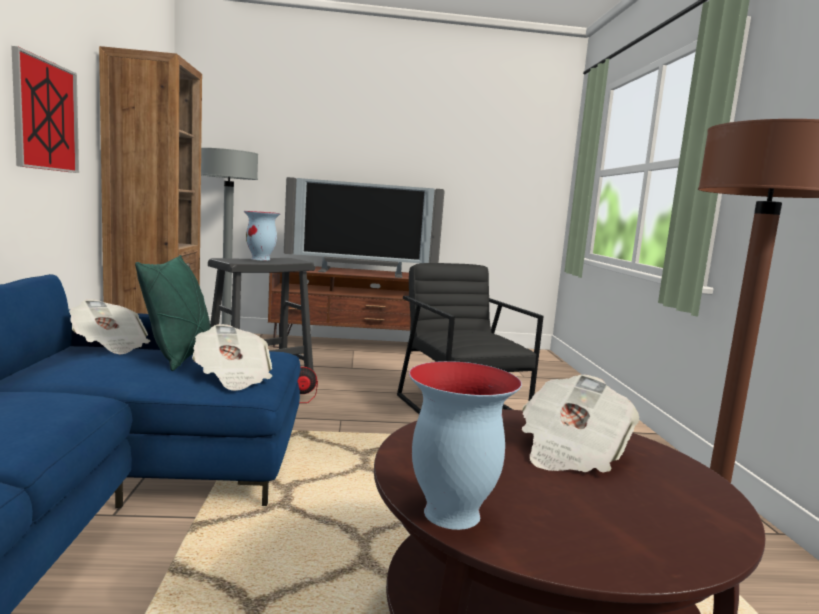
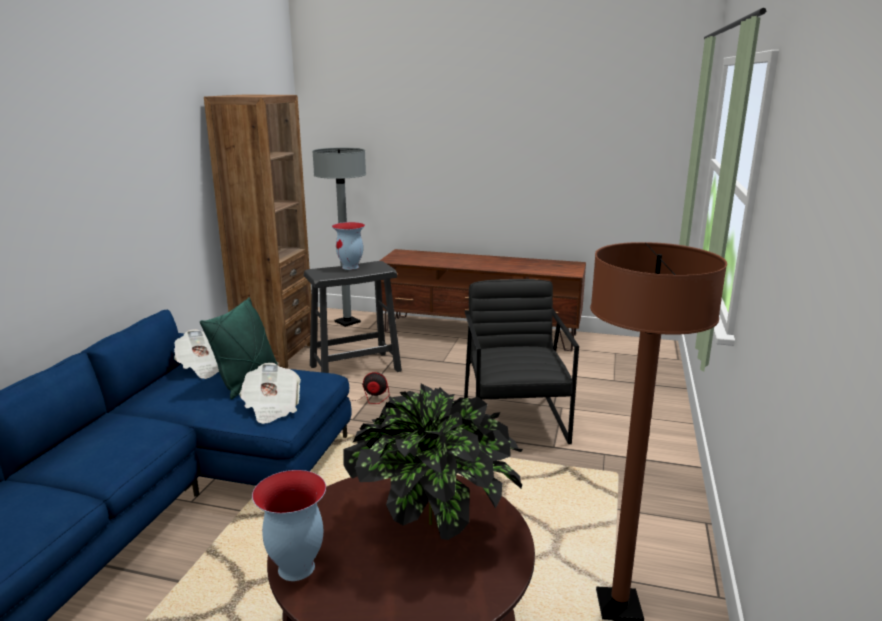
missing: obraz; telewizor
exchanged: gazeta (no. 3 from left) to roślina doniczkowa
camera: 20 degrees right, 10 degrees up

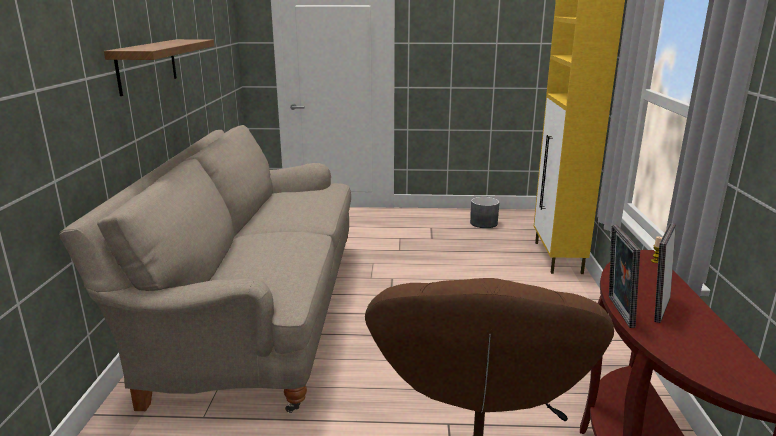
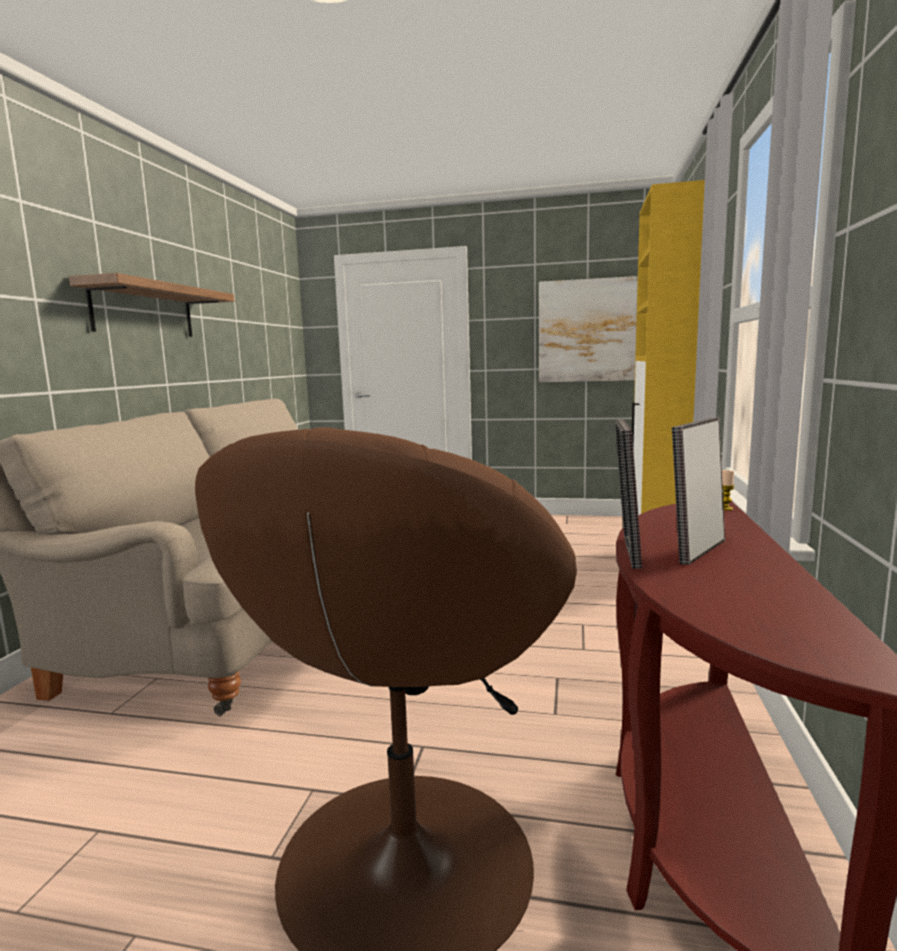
missing: donica/szary
appeared: obraz
camera: 10 degrees right, 10 degrees down

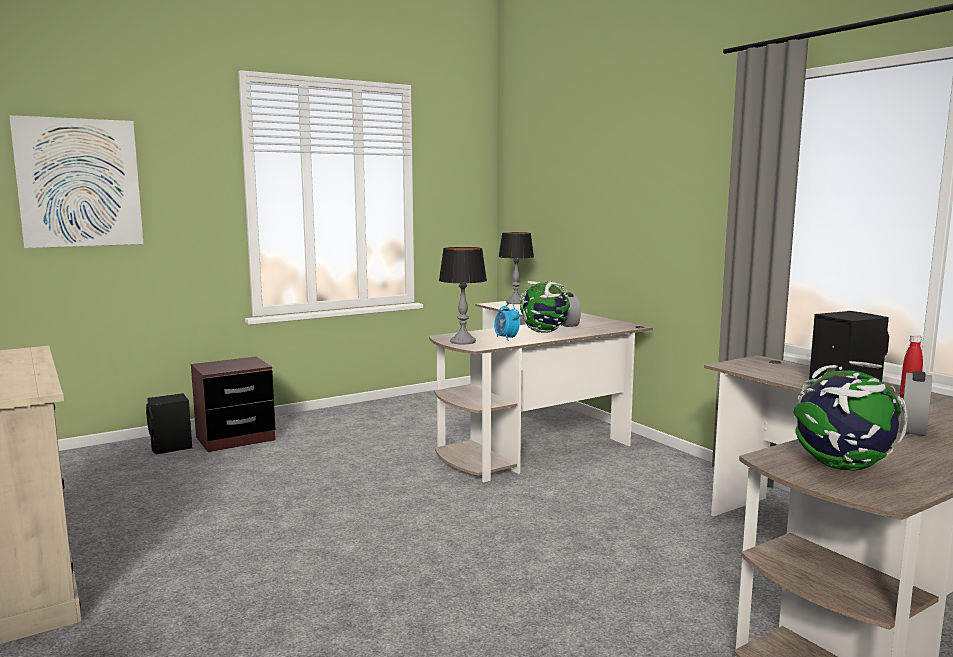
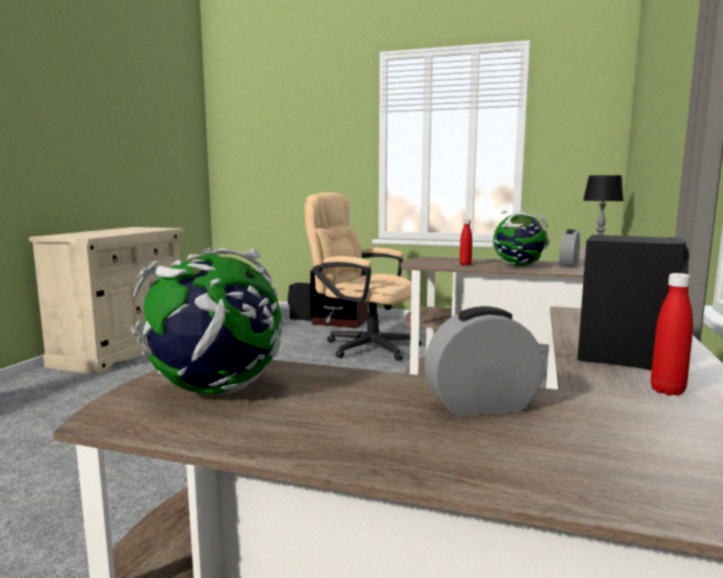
missing: obraz; lampa stołowa (no. 1 from left)
appeared: krzesło biurowe/beżowy
exchanged: budzik (no. 1 from left) to butelka/czerwony (no. 1 from left)
camera: 50 degrees right, 0 degrees up

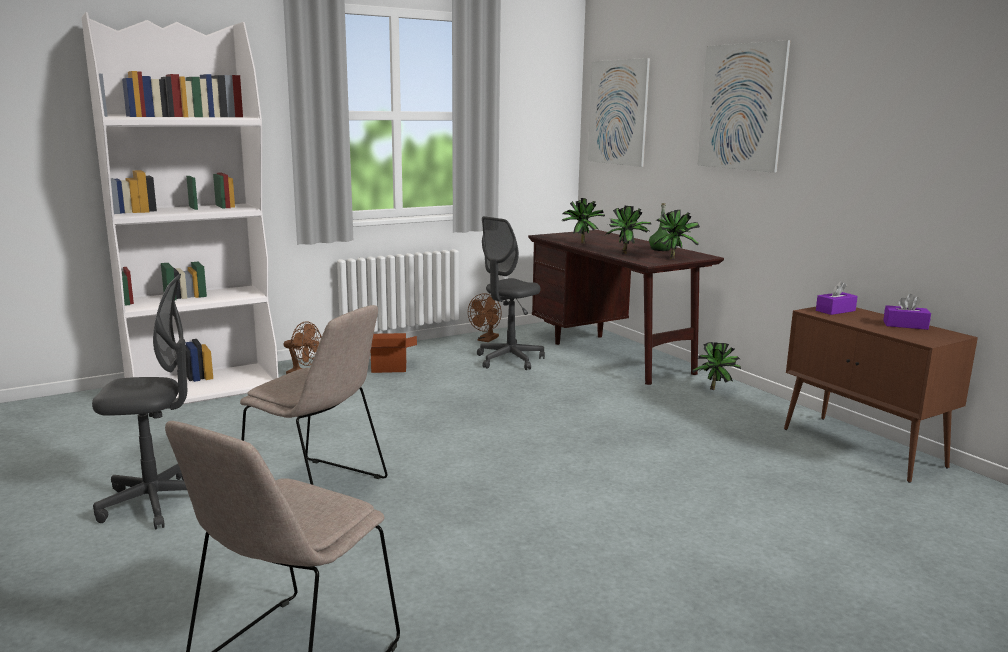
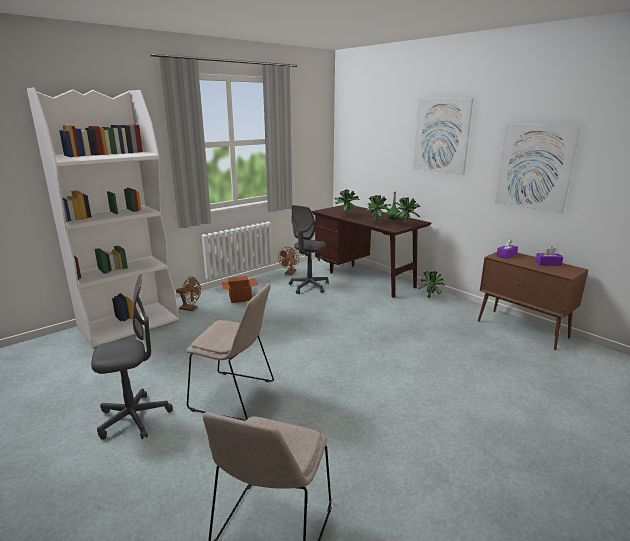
relocated: obraz (no. 1 from left in the first image) to obraz (no. 2 from left)
camera: 10 degrees left, 5 degrees up

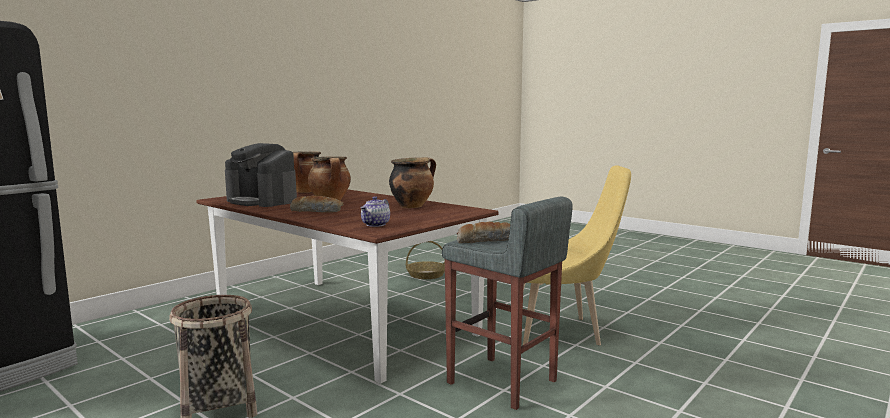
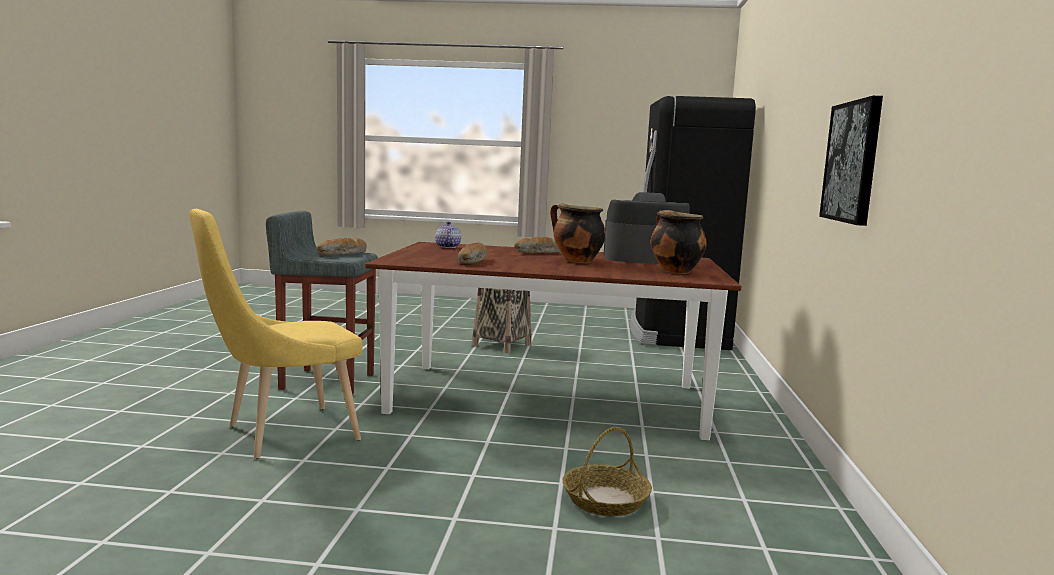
appeared: obraz
exchanged: garnek (no. 3 from left) to chleb (no. 2 from left)
camera: 145 degrees right, 0 degrees up

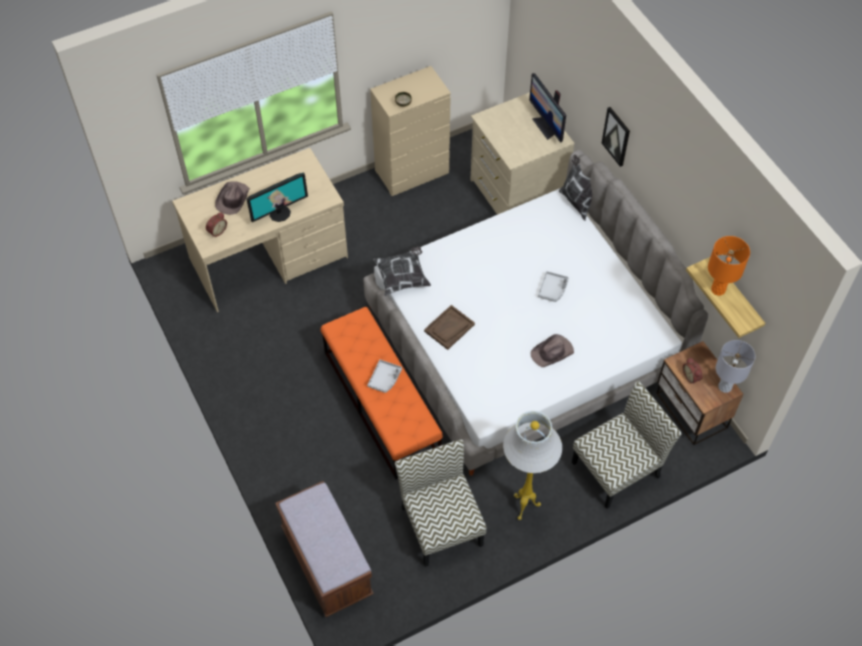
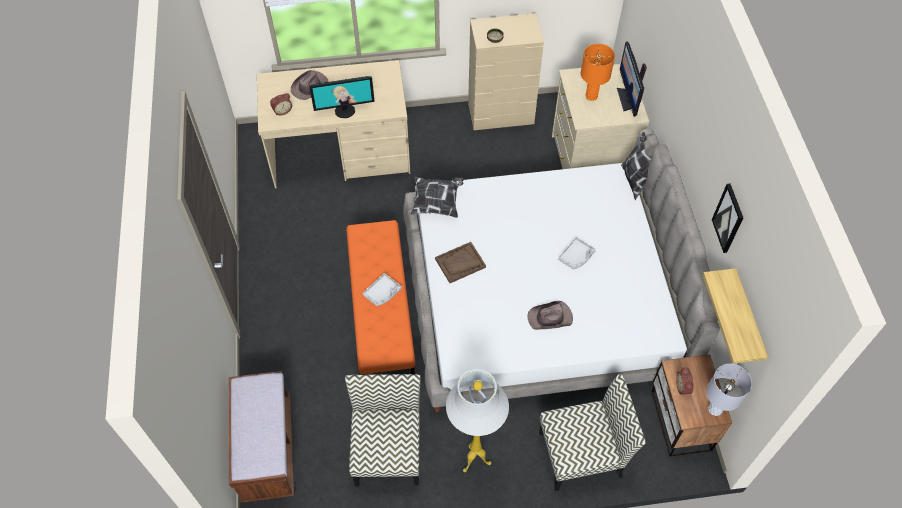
relocated: obraz; lampa stołowa/pomarańczowy
camera: 20 degrees right, 0 degrees up

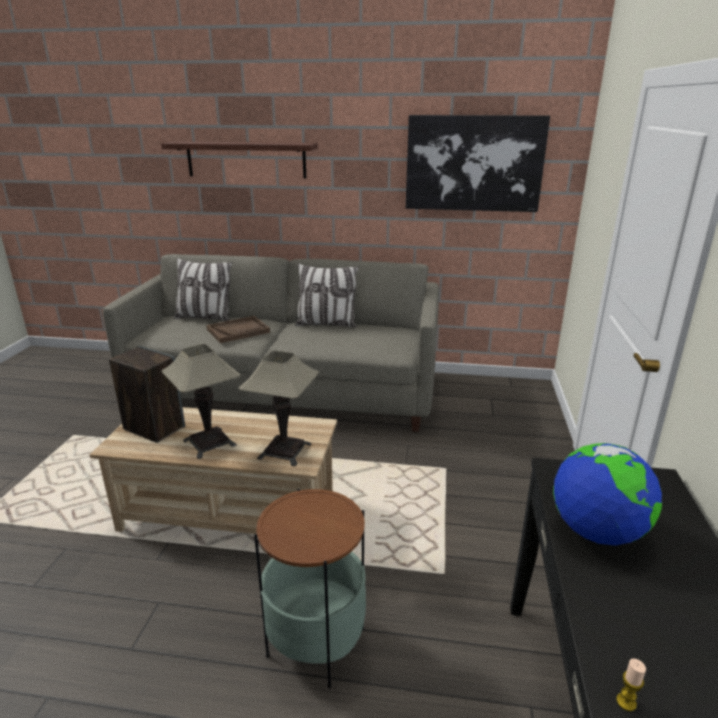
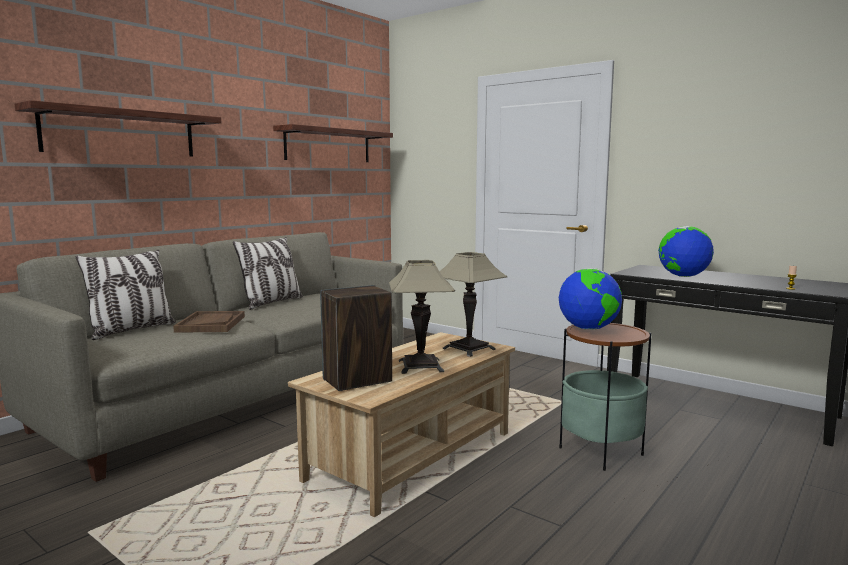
appeared: globus (no. 1 from left)
exchanged: obraz to półka (no. 2 from left)
camera: 60 degrees left, 15 degrees down

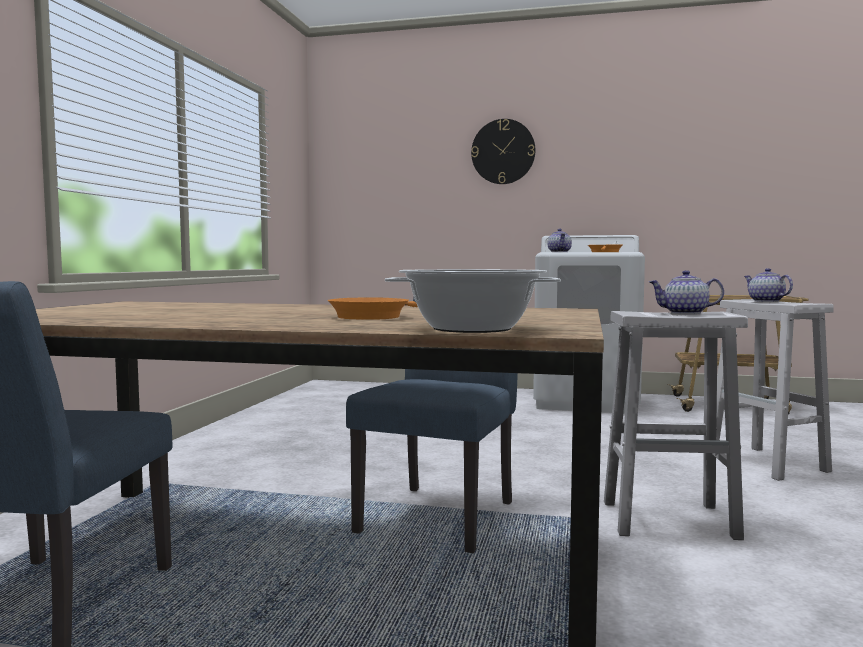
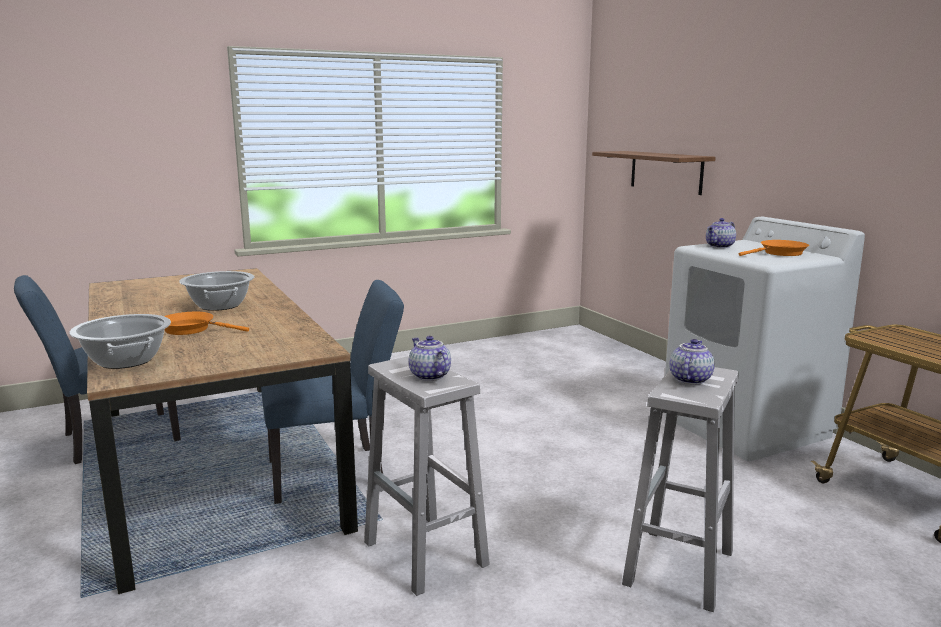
missing: zegar ścienny
appeared: półka; garnek (no. 2 from left)
camera: 50 degrees right, 10 degrees up

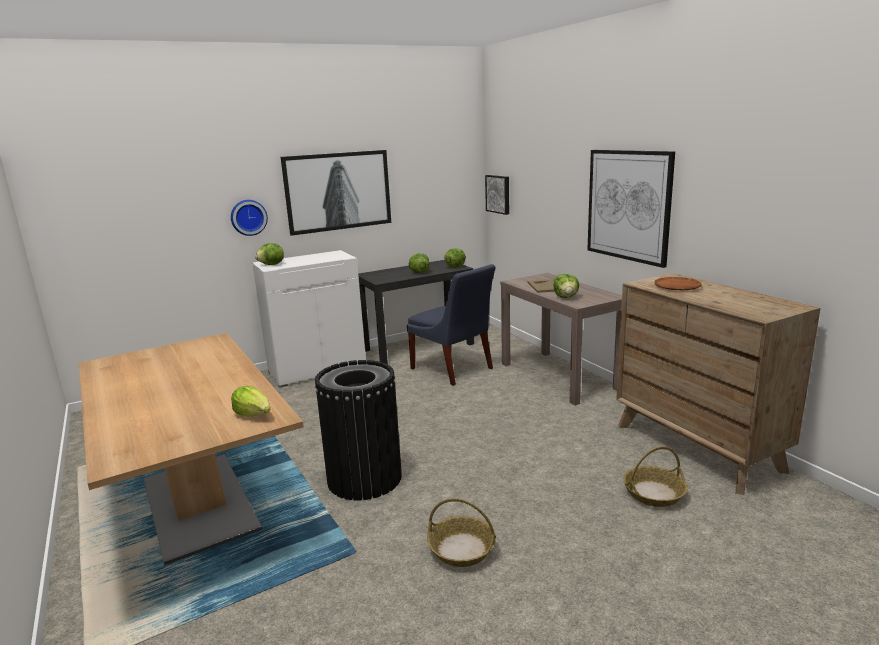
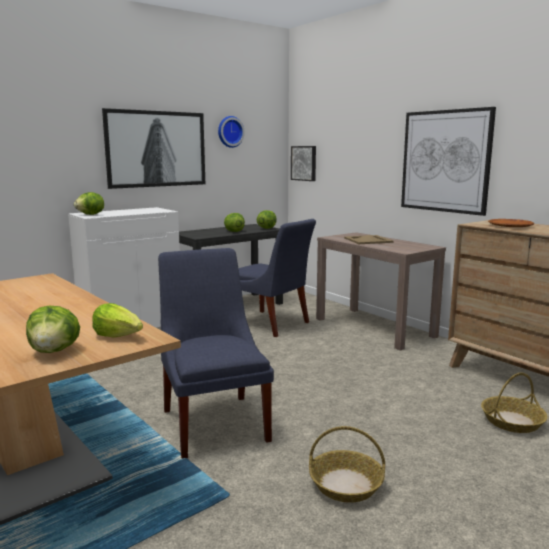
relocated: zegar ścienny; sałata (no. 5 from left in the first image) to sałata (no. 1 from left)
exchanged: kosz na śmieci/czarny to krzesło/niebieski (no. 1 from left)
camera: 10 degrees left, 5 degrees down

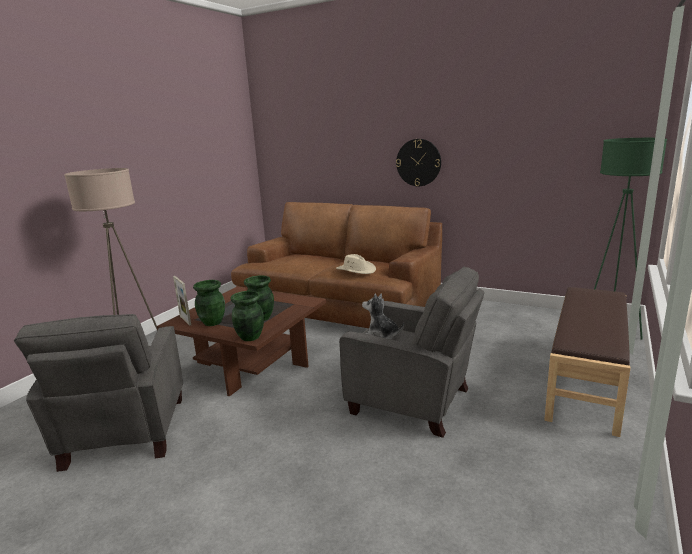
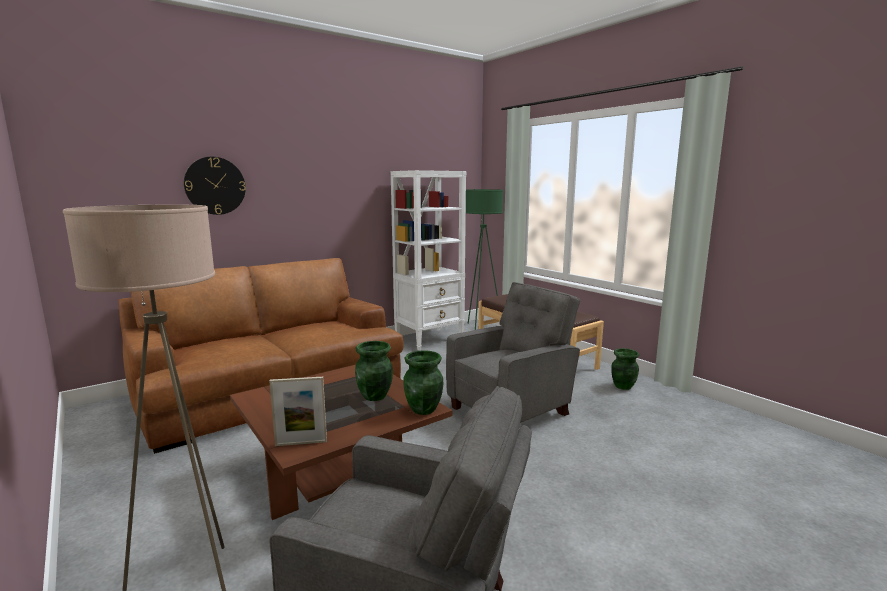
missing: kapelusz/beżowy; pluszak
appeared: regał/biały
relocated: zegar ścienny; wazon/zielony (no. 1 from left in the first image) to wazon/zielony (no. 3 from left)
camera: 65 degrees left, 5 degrees down

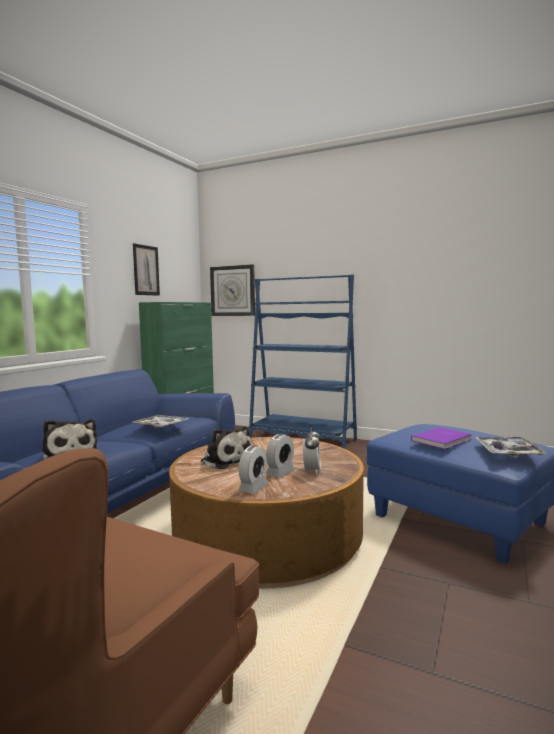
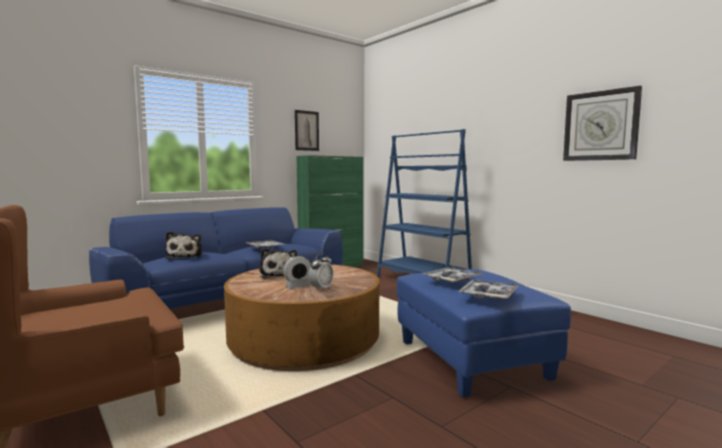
missing: budzik (no. 1 from left)
relocated: zegar ścienny
exchanged: książka/fioletowy to taca (no. 2 from left)
camera: 25 degrees right, 0 degrees up

